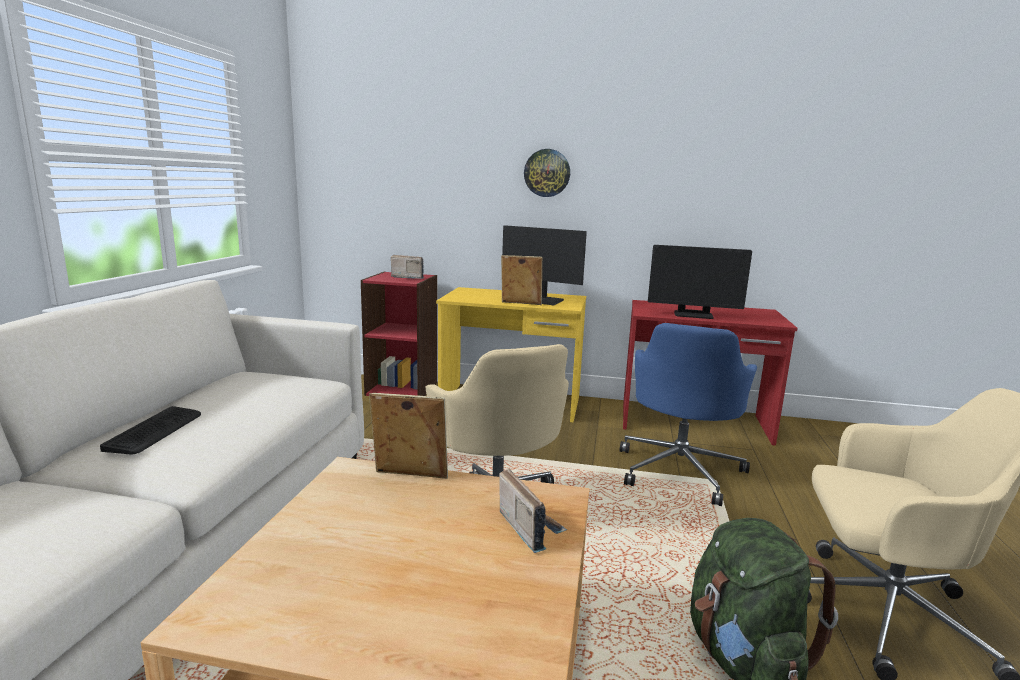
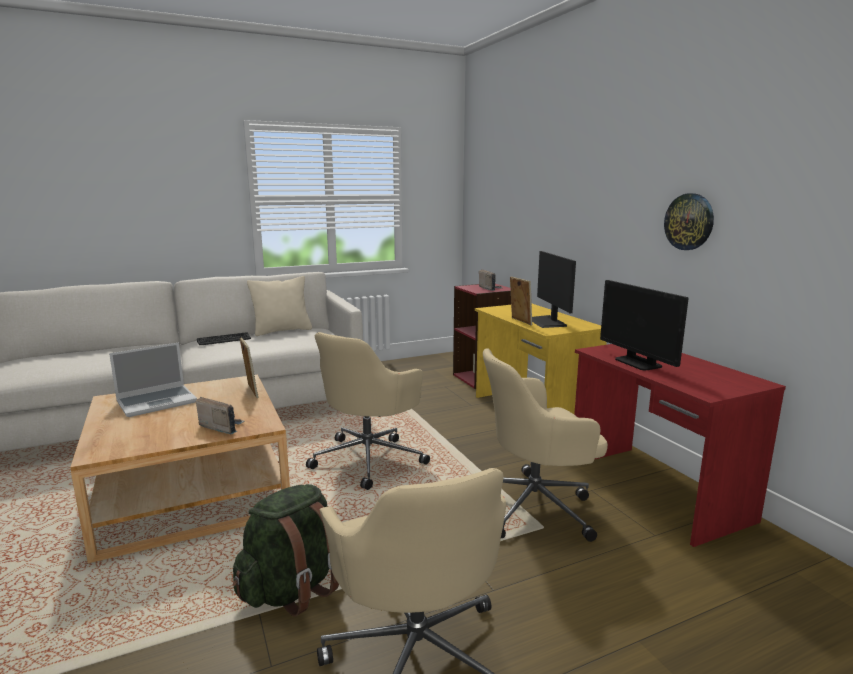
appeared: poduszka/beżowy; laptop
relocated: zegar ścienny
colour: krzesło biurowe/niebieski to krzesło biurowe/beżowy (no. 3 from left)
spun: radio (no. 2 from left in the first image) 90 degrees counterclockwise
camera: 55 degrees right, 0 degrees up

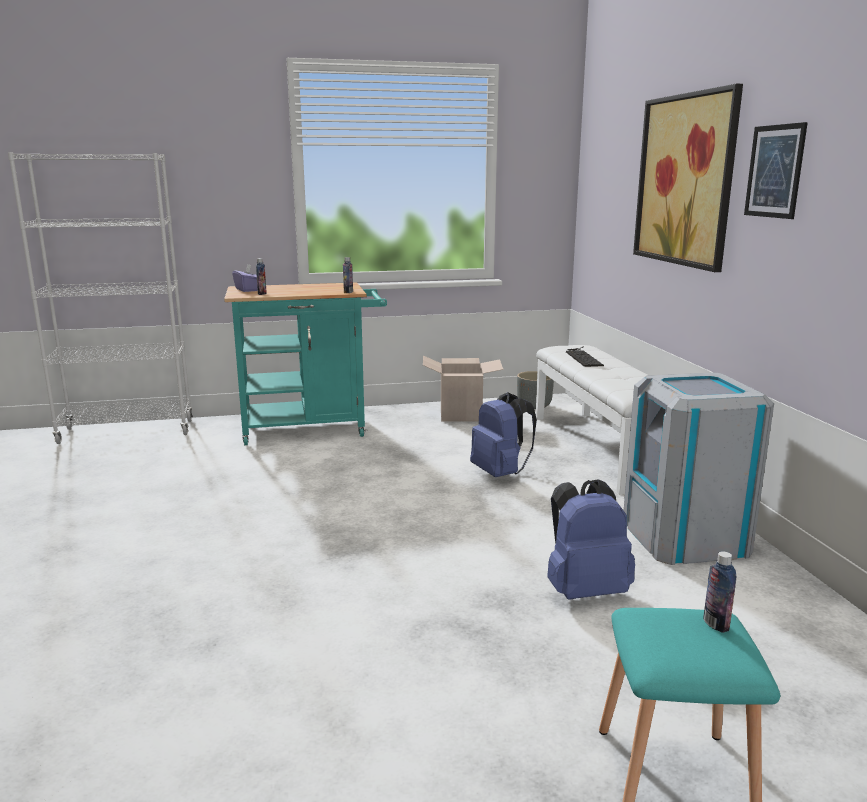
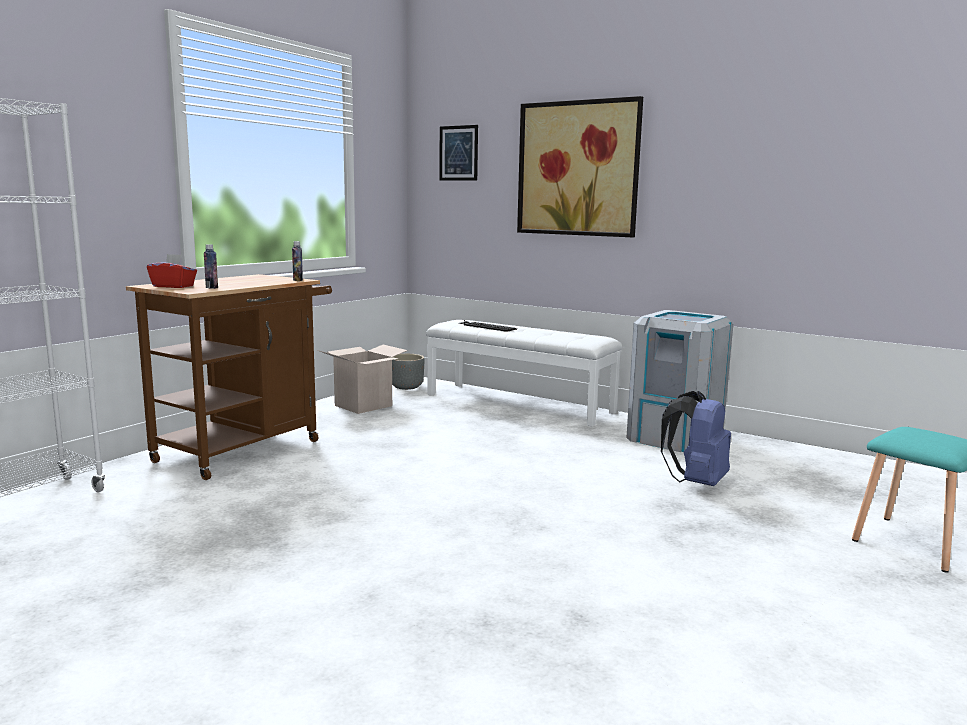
missing: plecak/niebieski (no. 1 from left); butelka (no. 3 from left)
relocated: obraz (no. 2 from left in the first image) to obraz (no. 1 from left)
colour: pudełko chusteczek/fioletowy to pudełko chusteczek/czerwony; wózek/turkusowy to wózek/brązowy
camera: 45 degrees left, 5 degrees down

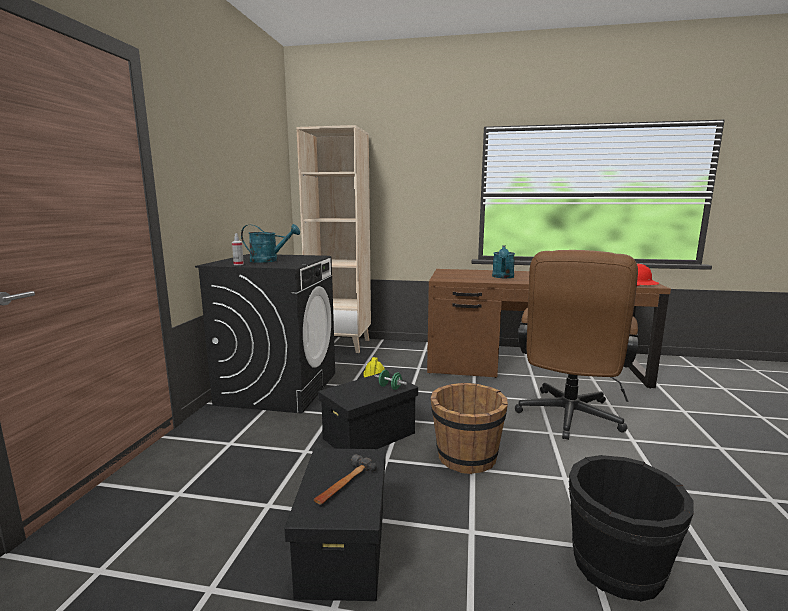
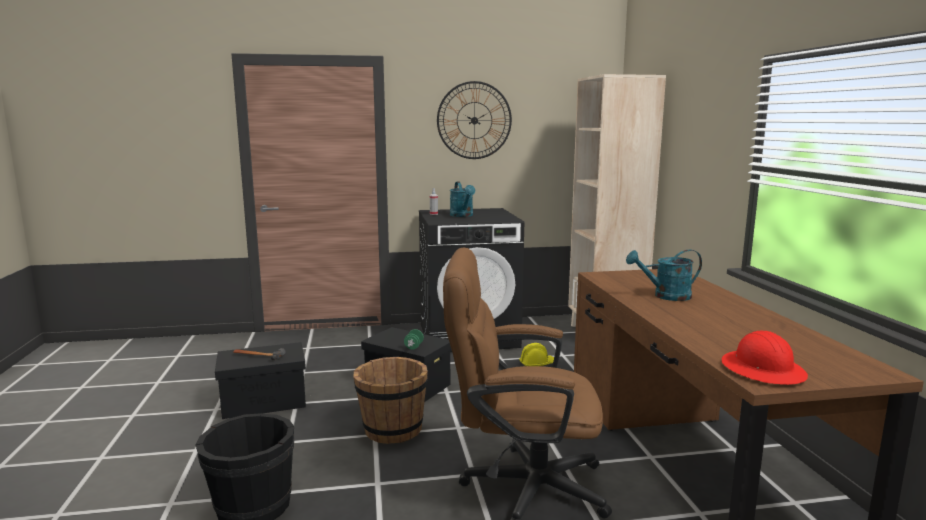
appeared: zegar ścienny
camera: 70 degrees right, 0 degrees up

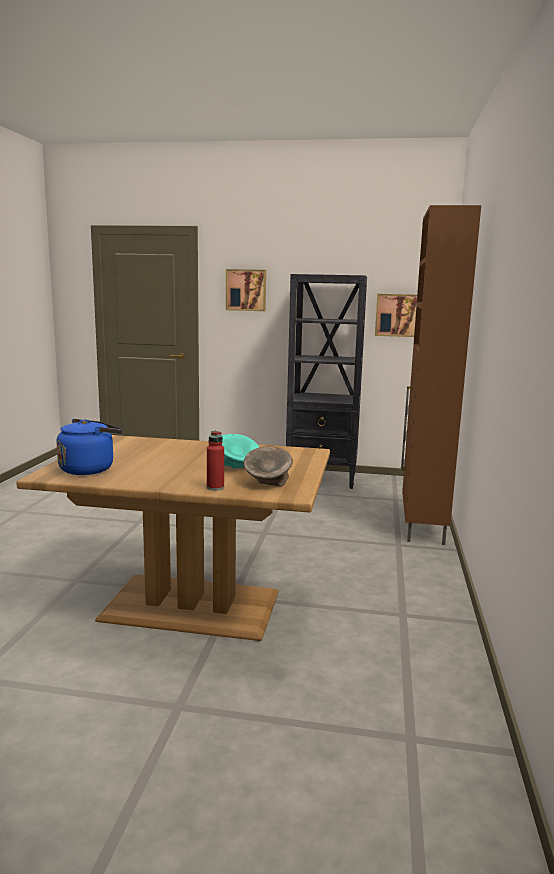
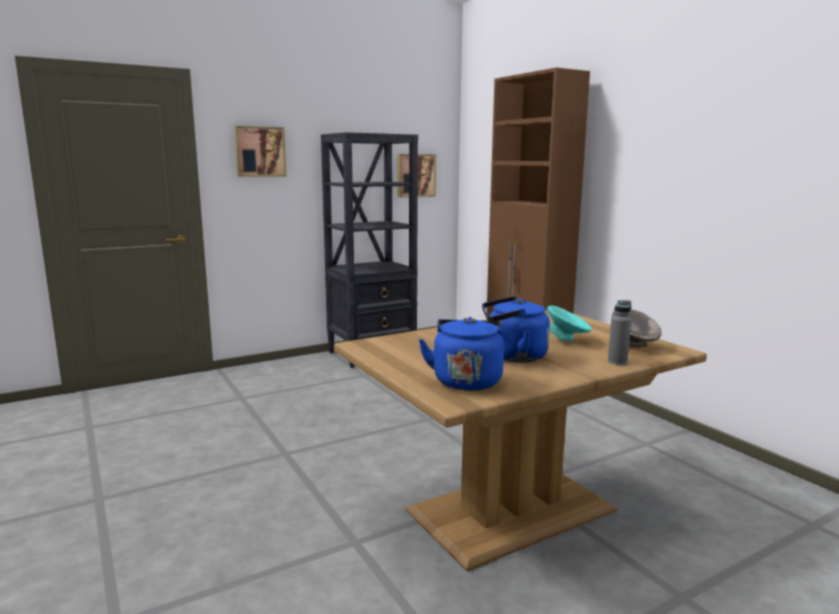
appeared: czajnik/niebieski (no. 2 from left)
colour: butelka/czerwony to butelka/szary
camera: 40 degrees left, 0 degrees up

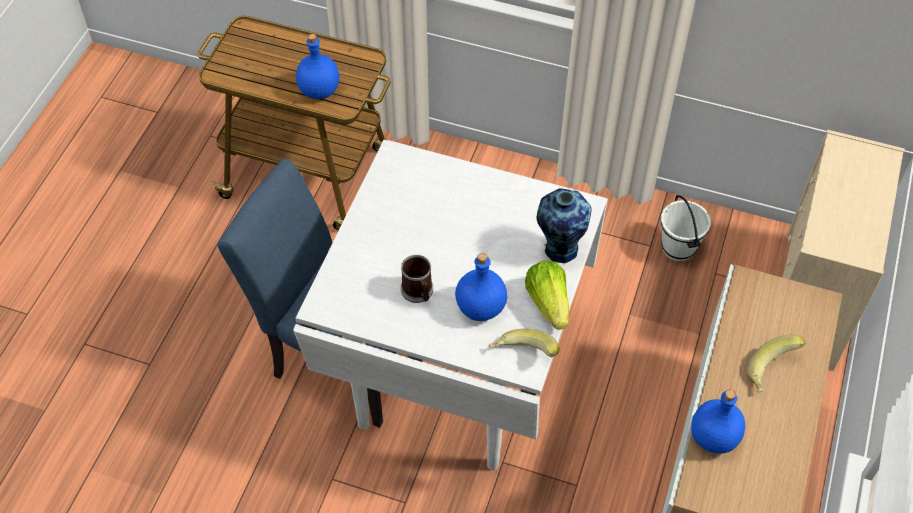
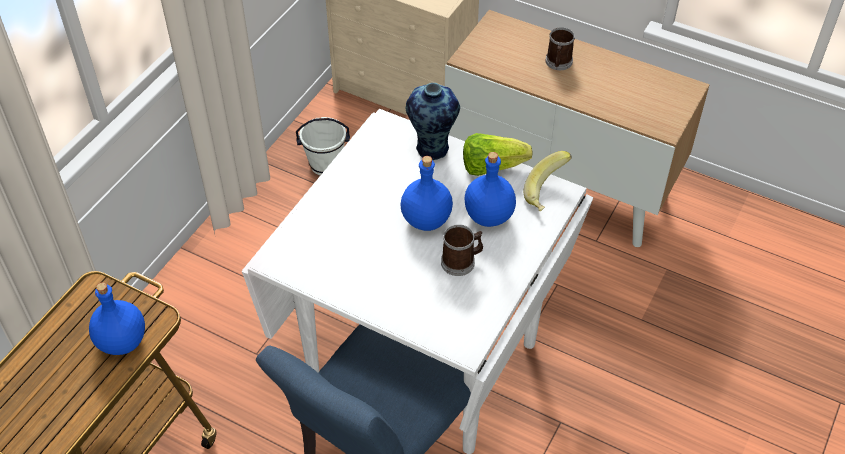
relocated: butelka/niebieski (no. 3 from left in the first image) to butelka/niebieski (no. 2 from left)
exchanged: banan (no. 2 from left) to kubek (no. 2 from left)
camera: 80 degrees left, 5 degrees down

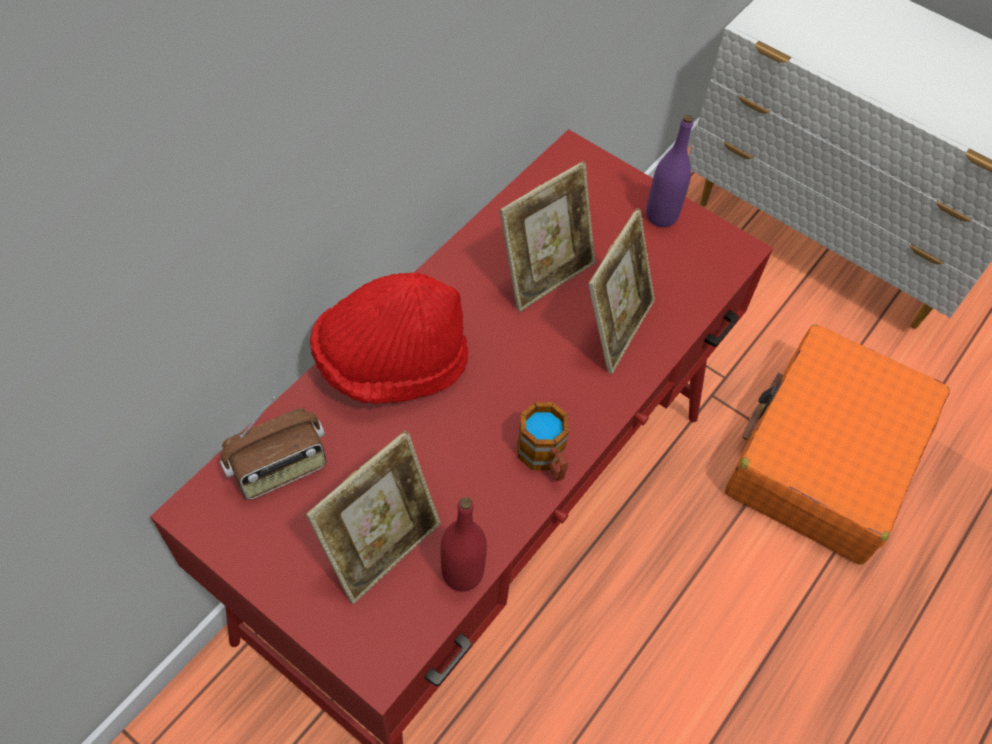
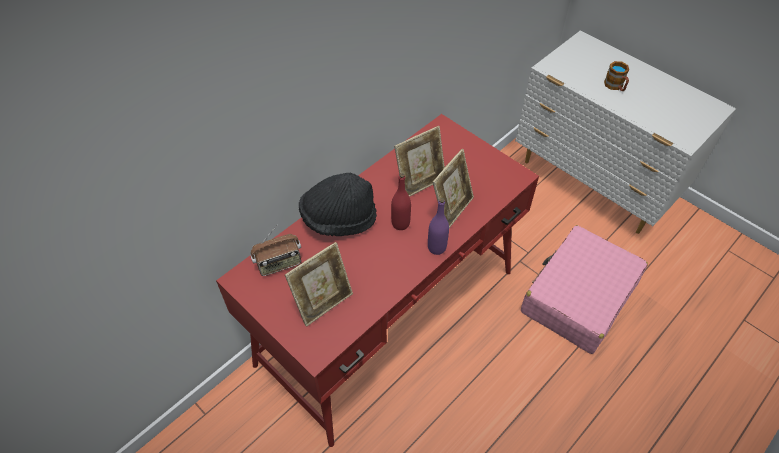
relocated: butelka/fioletowy; kubek; butelka/czerwony
colour: kapelusz/czerwony to kapelusz/czarny; walizka/pomarańczowy to walizka/różowy
camera: 10 degrees right, 5 degrees down

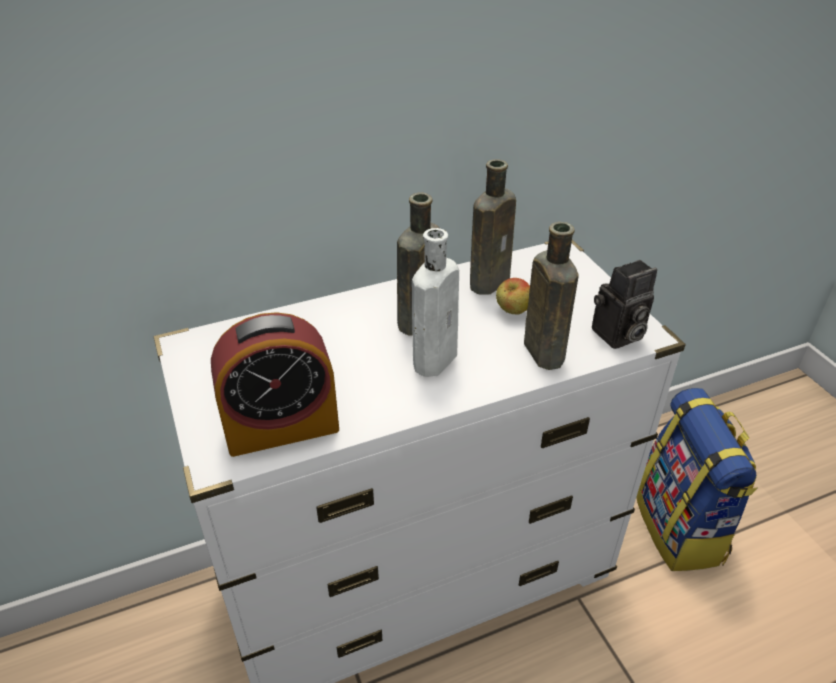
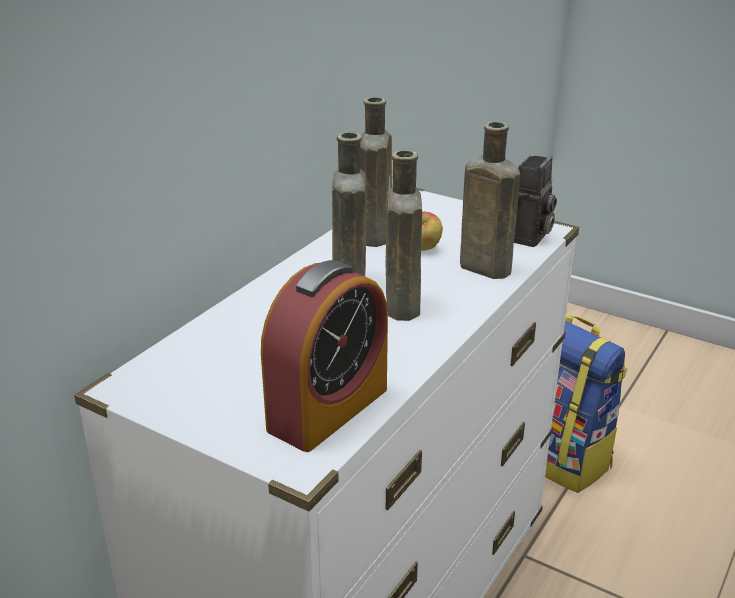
colour: butelka/biały to butelka/brązowy (no. 3 from left)
camera: 35 degrees left, 10 degrees down

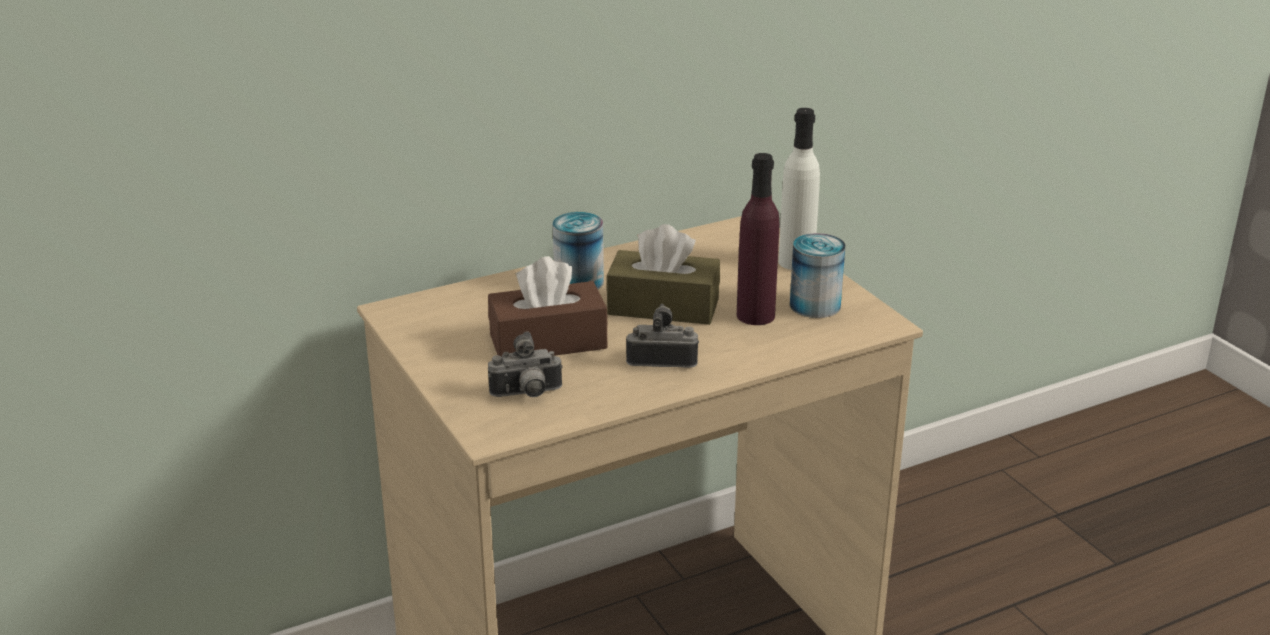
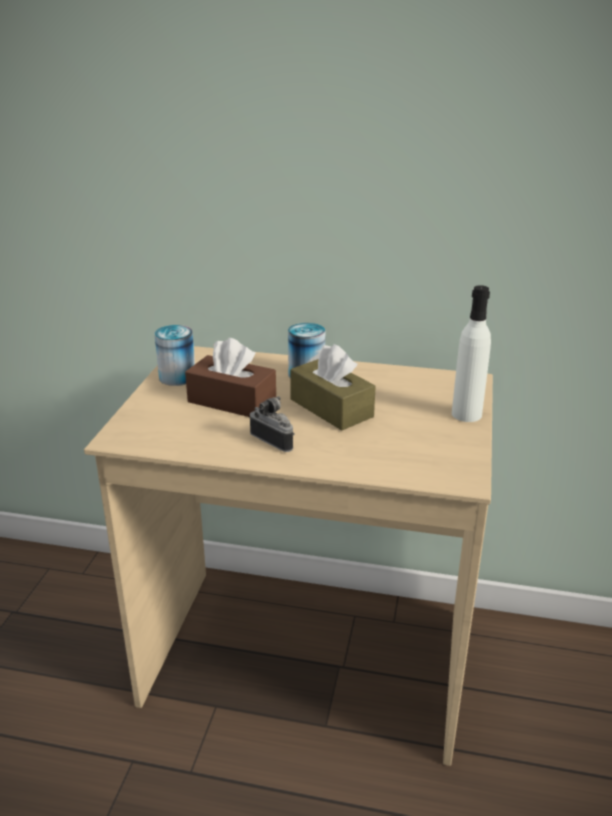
missing: butelka/fioletowy; aparat fotograficzny (no. 1 from left)
relocated: puszka (no. 2 from left in the first image) to puszka (no. 1 from left)
camera: 40 degrees right, 0 degrees up

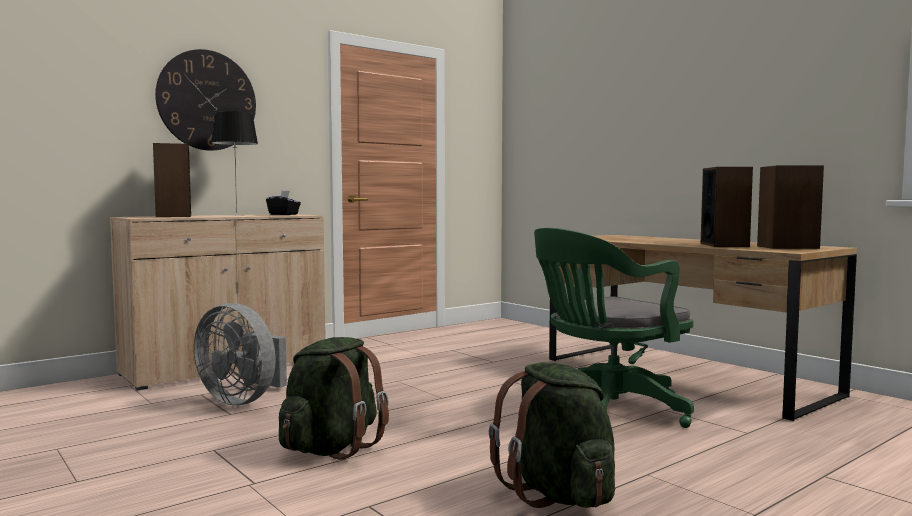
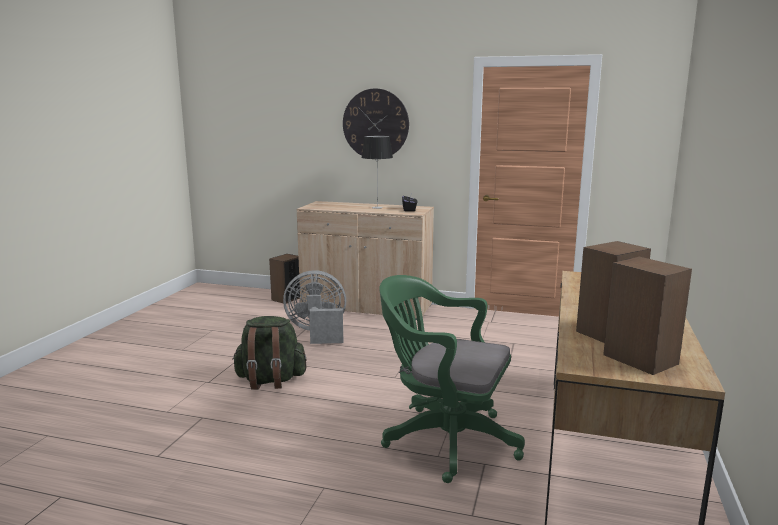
missing: plecak/zielony (no. 2 from left)
relocated: głośnik (no. 1 from left)
spun: wentylator/szary 90 degrees clockwise
camera: 55 degrees right, 10 degrees up

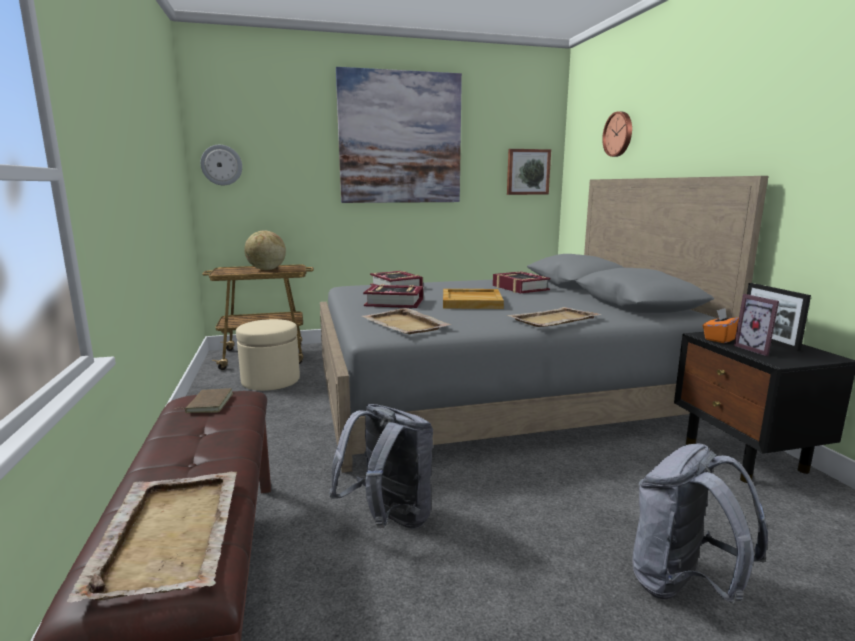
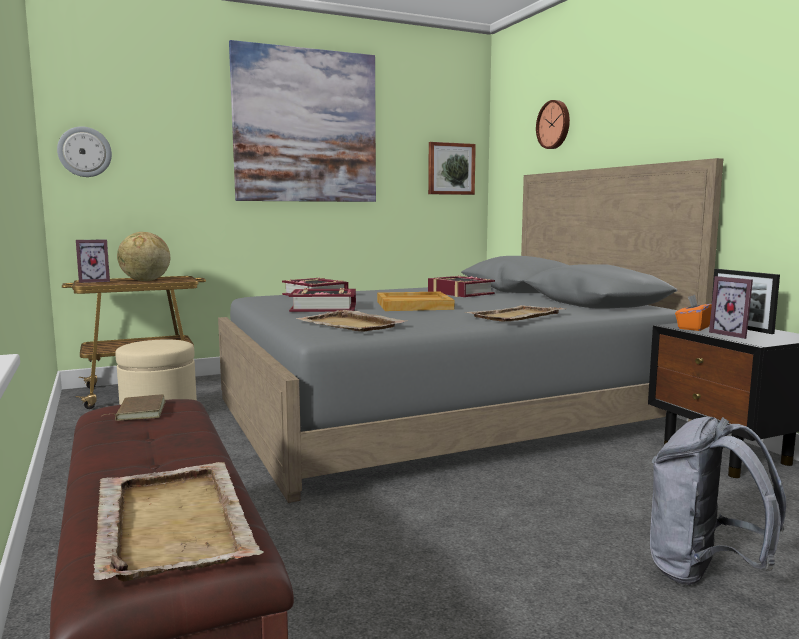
missing: plecak/szary (no. 1 from left)
appeared: ramka na zdjęcie (no. 1 from left)
camera: 10 degrees left, 5 degrees down

